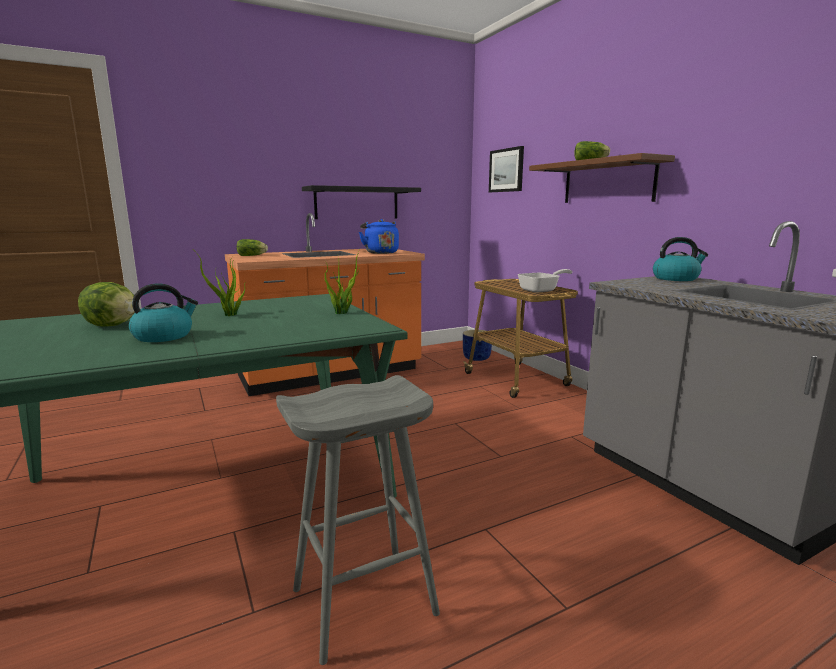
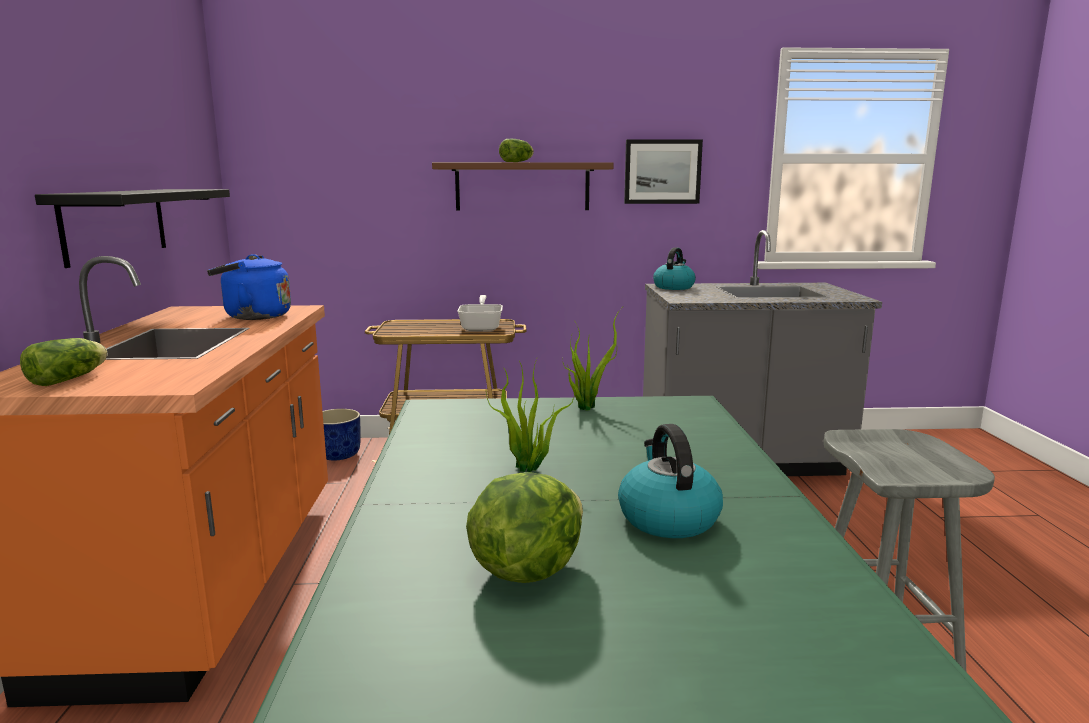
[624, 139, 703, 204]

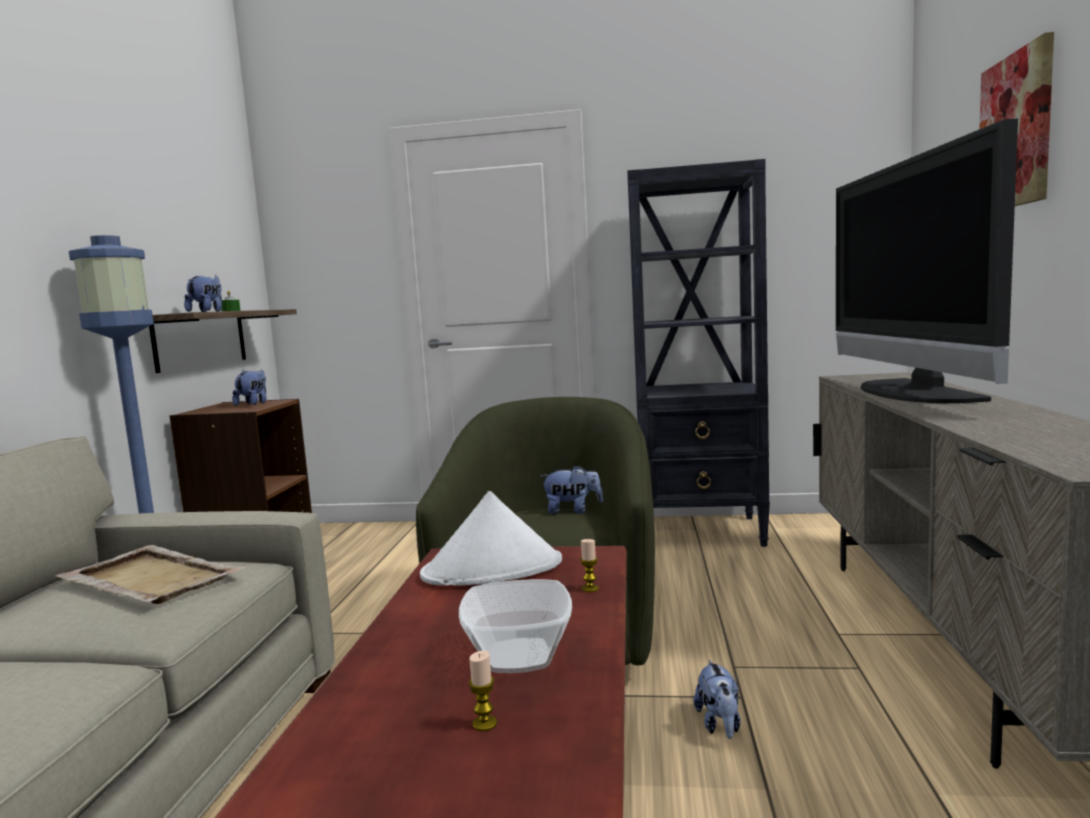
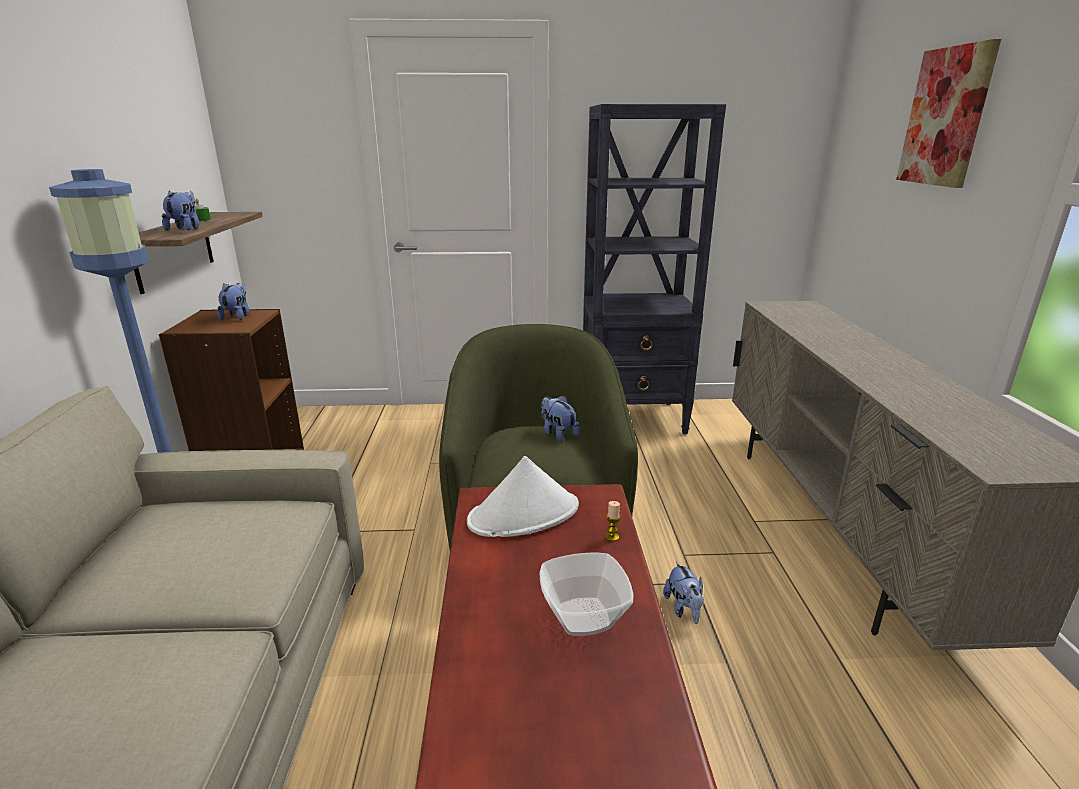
[55, 545, 246, 604] (first image)
[469, 651, 497, 731] (first image)
[836, 119, 1018, 403] (first image)
[541, 396, 580, 442]

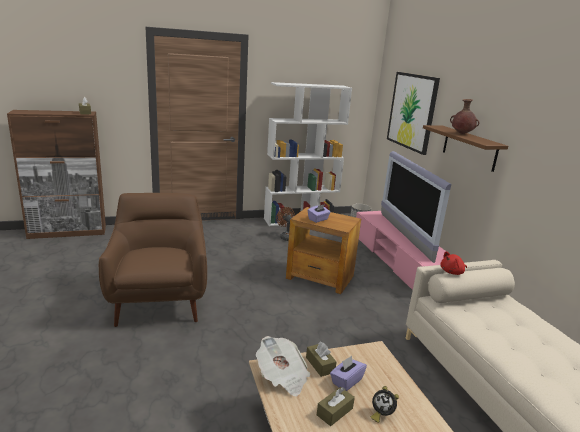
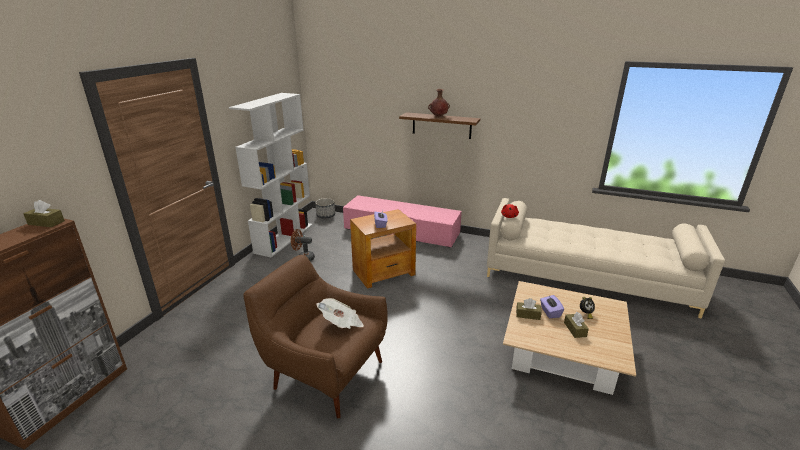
[381, 151, 451, 263] (first image)
[387, 72, 440, 155] (first image)
[317, 298, 364, 329]

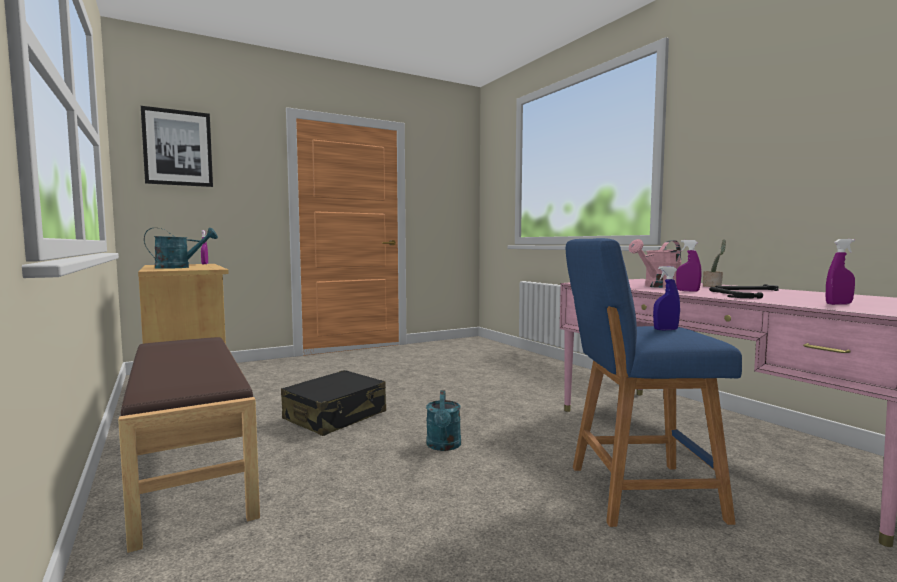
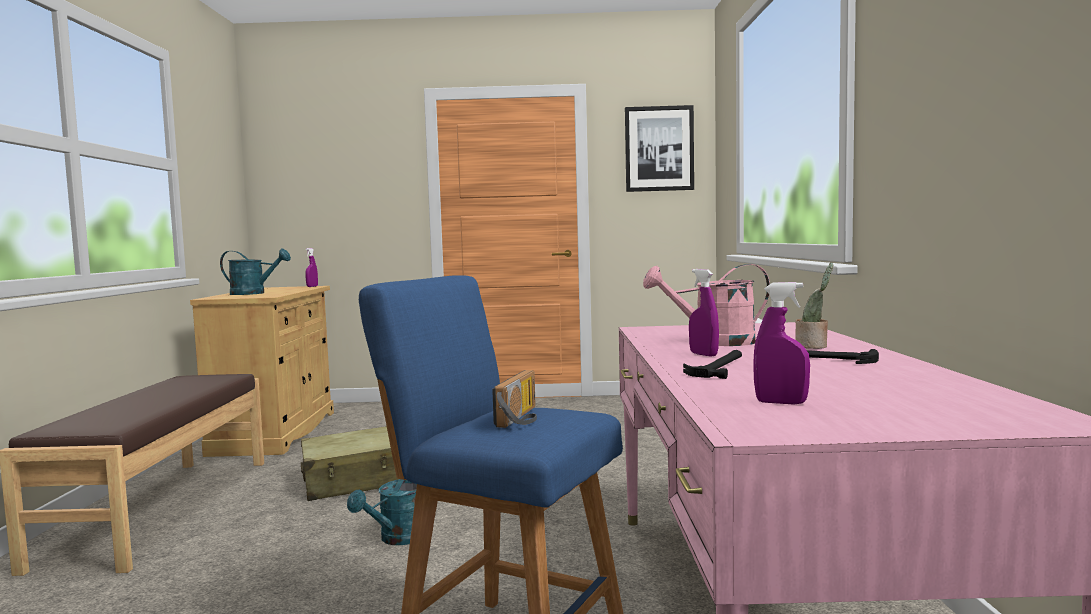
[625, 105, 694, 192]
[492, 370, 537, 428]
[301, 426, 398, 501]

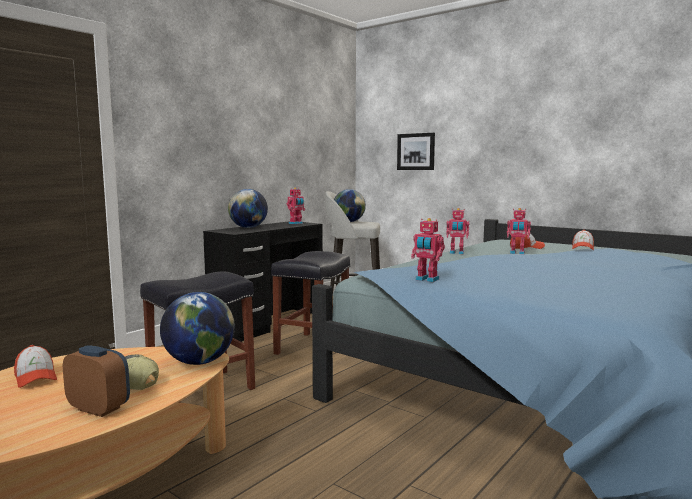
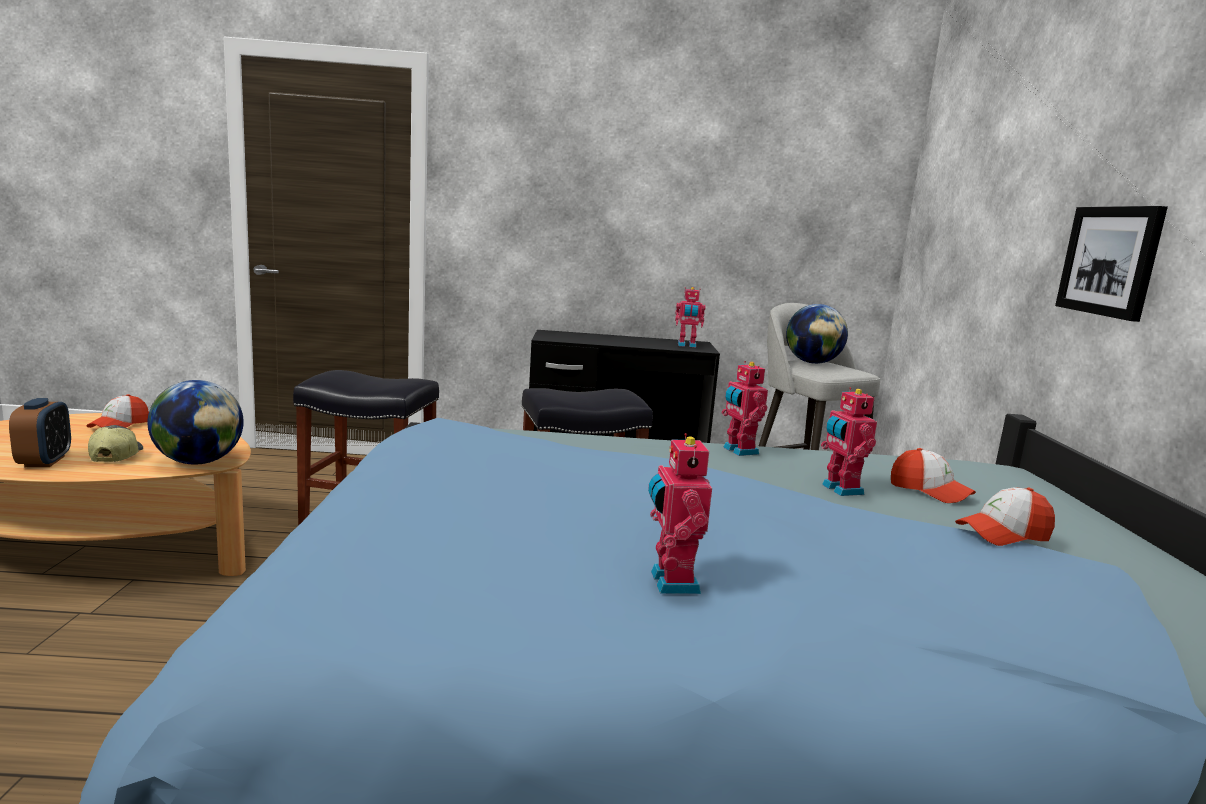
[228, 189, 268, 228] (first image)
[1055, 206, 1168, 322]
[648, 433, 712, 594]

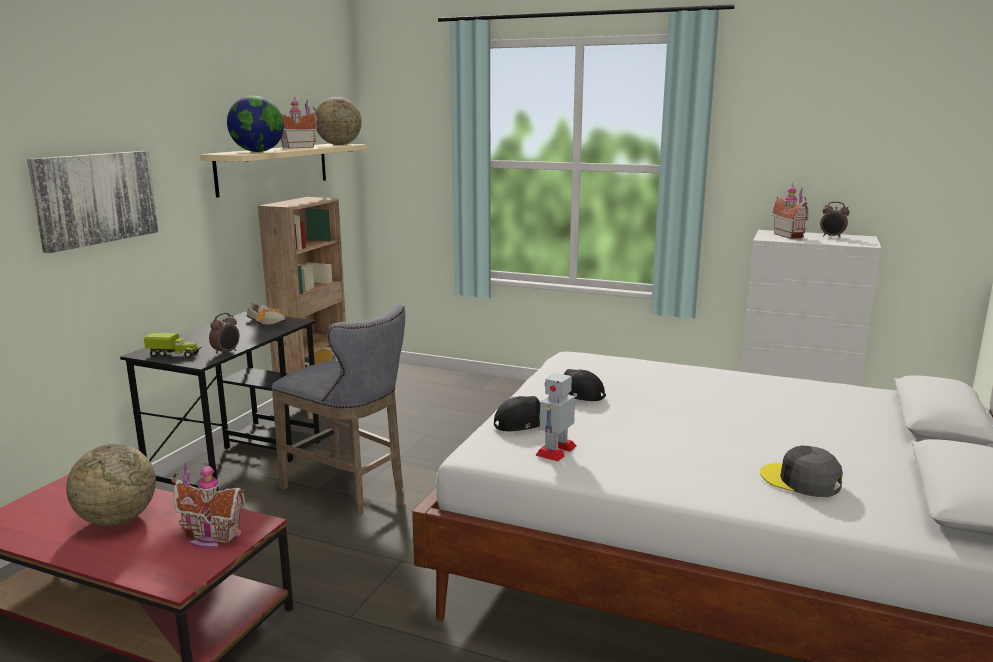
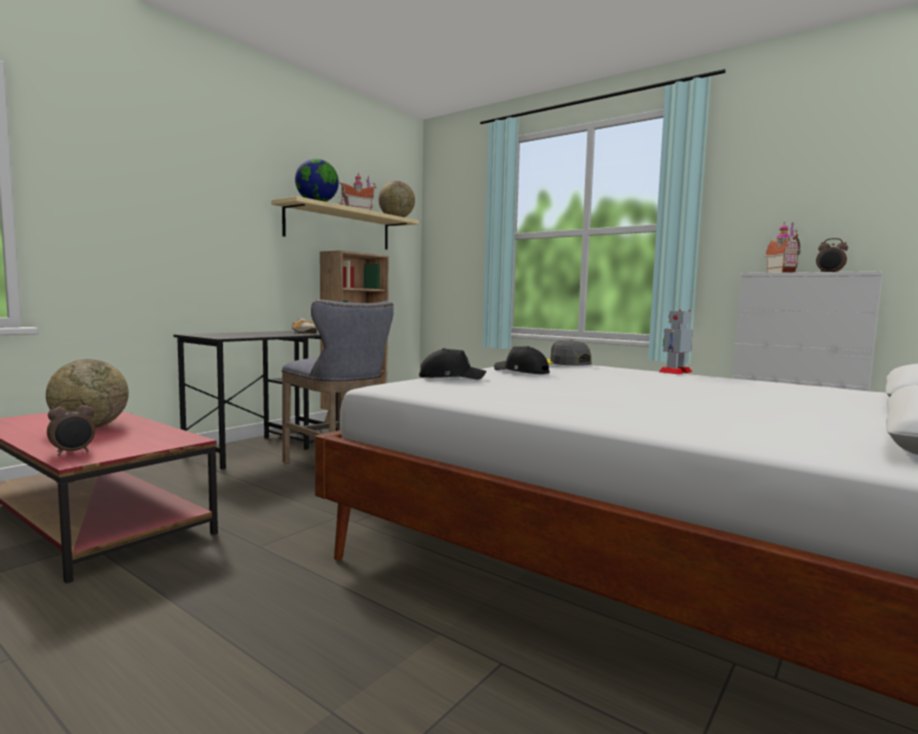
[27, 151, 159, 253] (first image)
[144, 333, 201, 358] (first image)
[171, 461, 246, 549] (first image)
[47, 399, 95, 455]
[659, 310, 693, 374]
[547, 340, 591, 366]

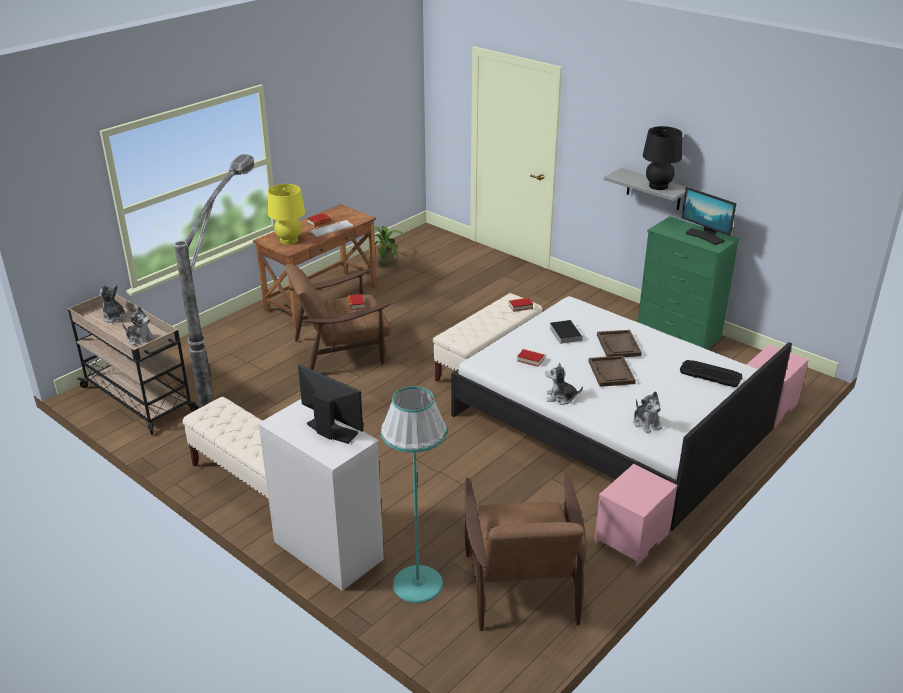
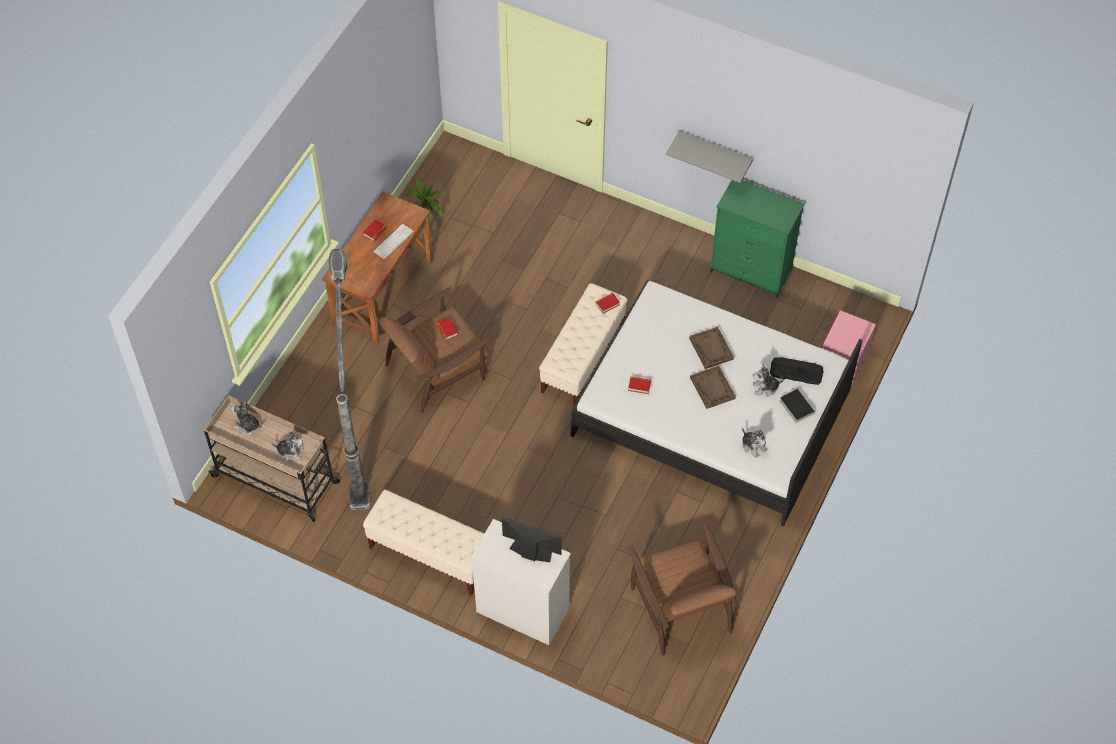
[268, 184, 305, 245] (first image)
[381, 386, 447, 603] (first image)
[595, 464, 677, 567] (first image)
[643, 126, 682, 190] (first image)
[682, 187, 737, 245] (first image)
[753, 364, 784, 397]
[780, 389, 815, 423]

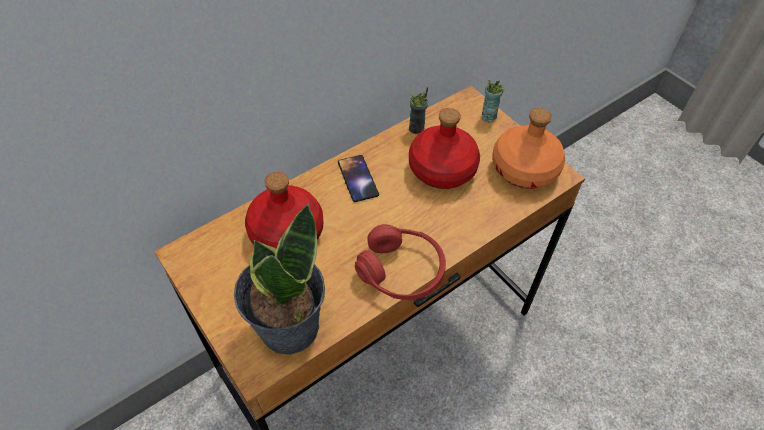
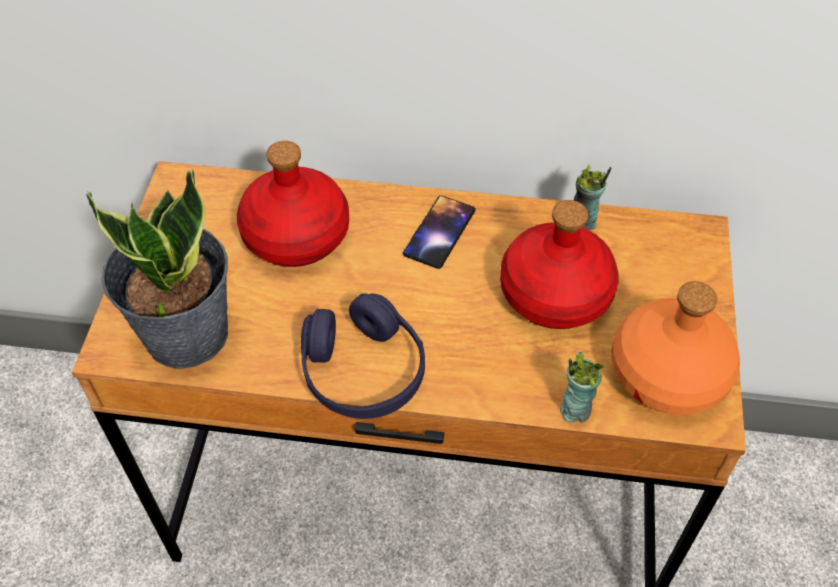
[560, 352, 604, 423]
[301, 293, 425, 419]

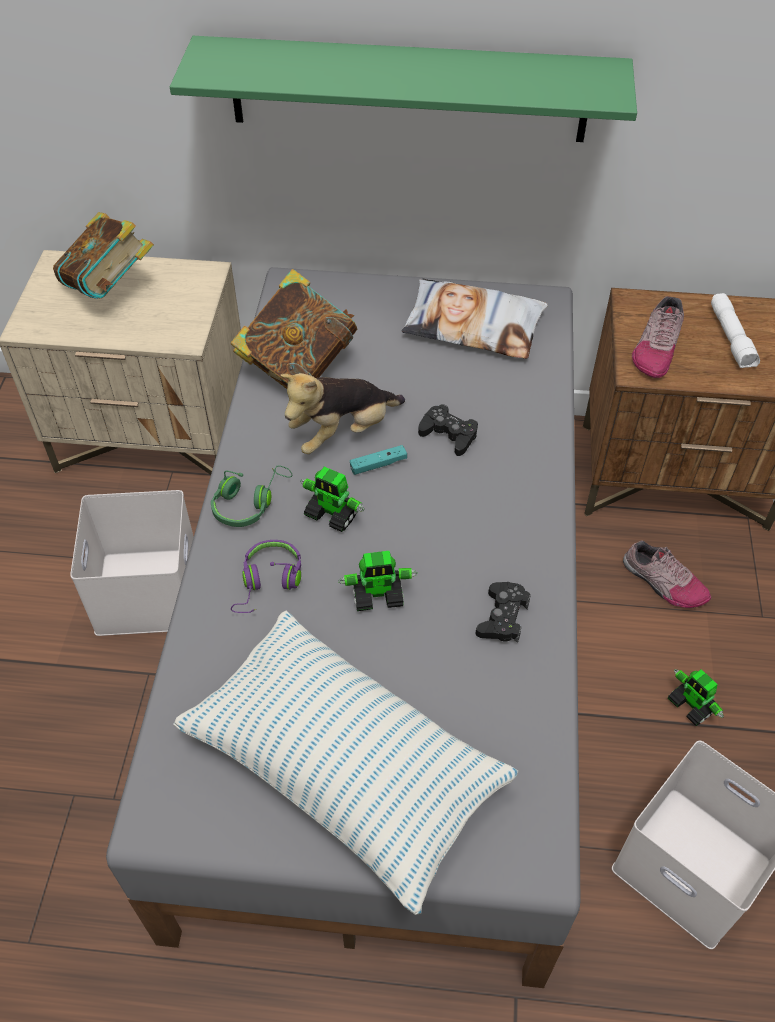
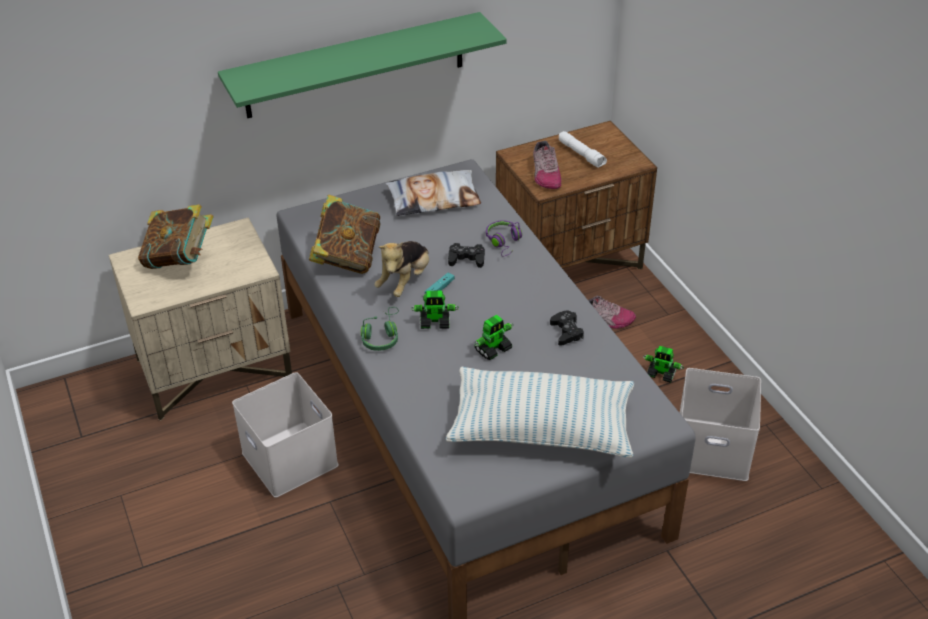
[486, 220, 522, 257]

